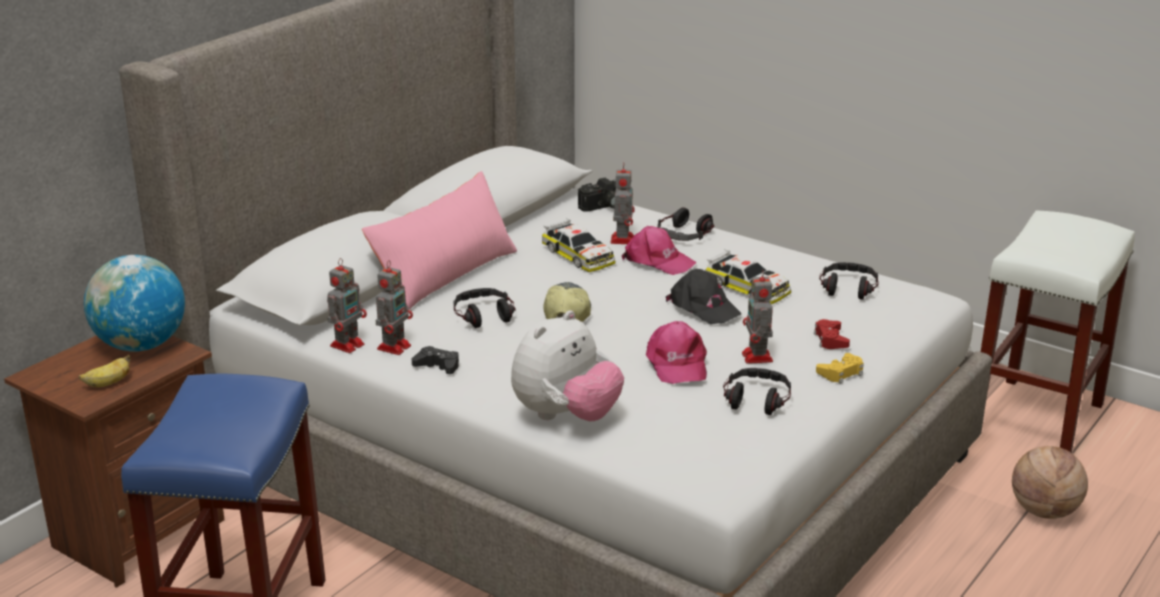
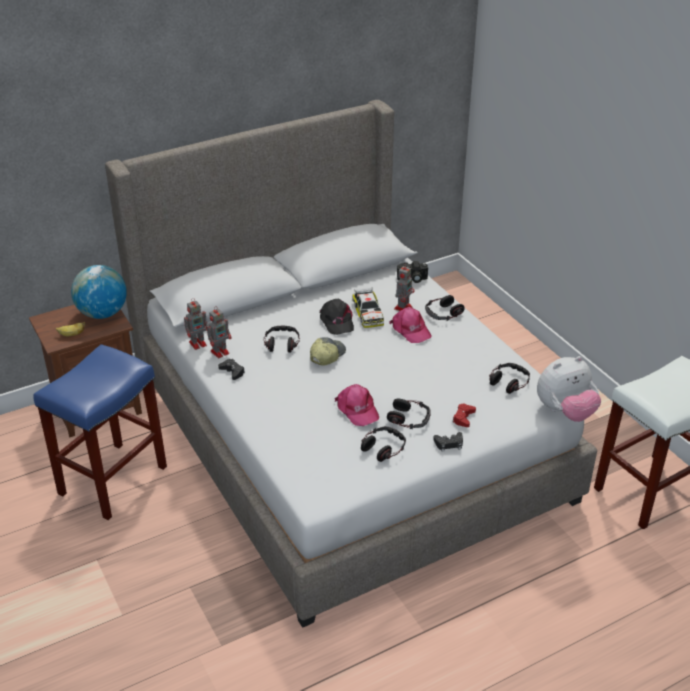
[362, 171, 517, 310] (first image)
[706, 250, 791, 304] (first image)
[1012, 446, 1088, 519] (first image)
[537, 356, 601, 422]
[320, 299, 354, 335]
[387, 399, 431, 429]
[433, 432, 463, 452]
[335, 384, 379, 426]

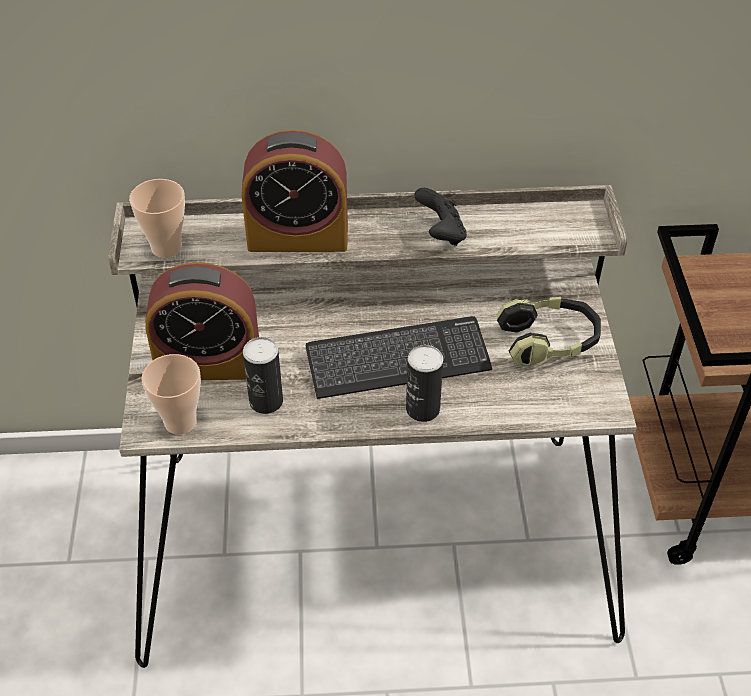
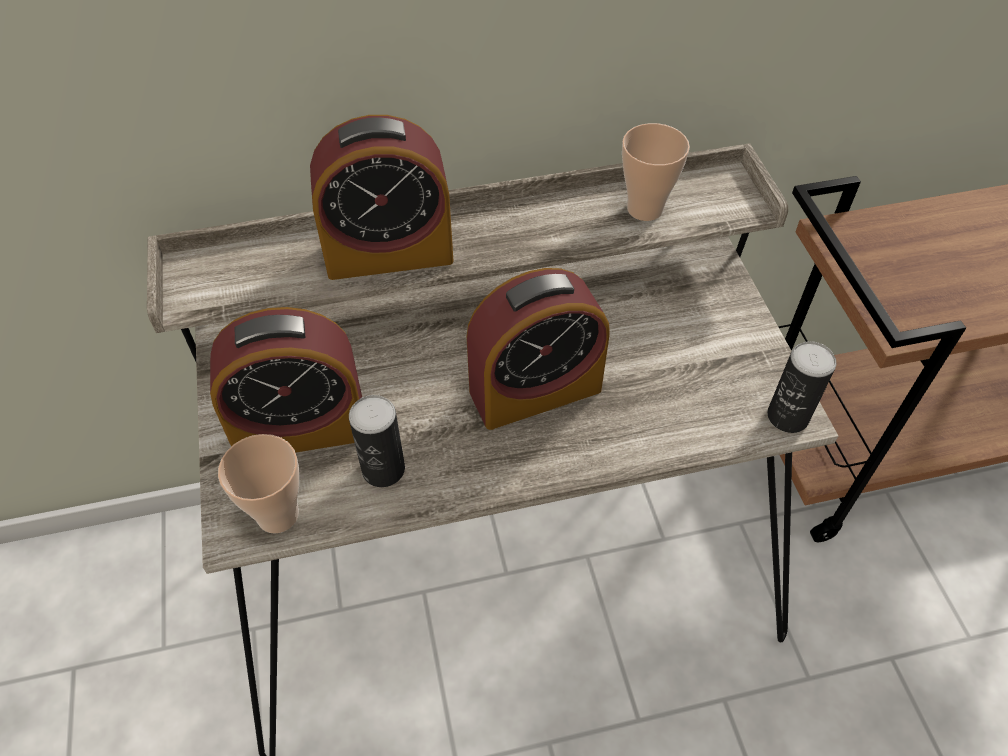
[414, 188, 467, 246] (first image)
[496, 297, 601, 367] (first image)
[622, 123, 690, 221]
[767, 341, 836, 433]
[467, 268, 610, 430]

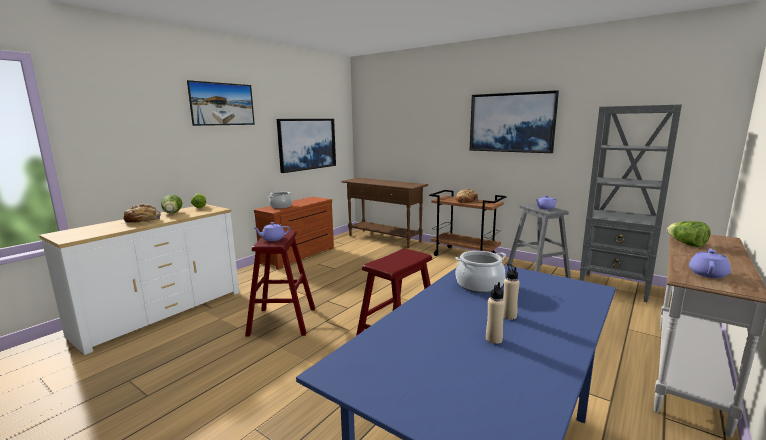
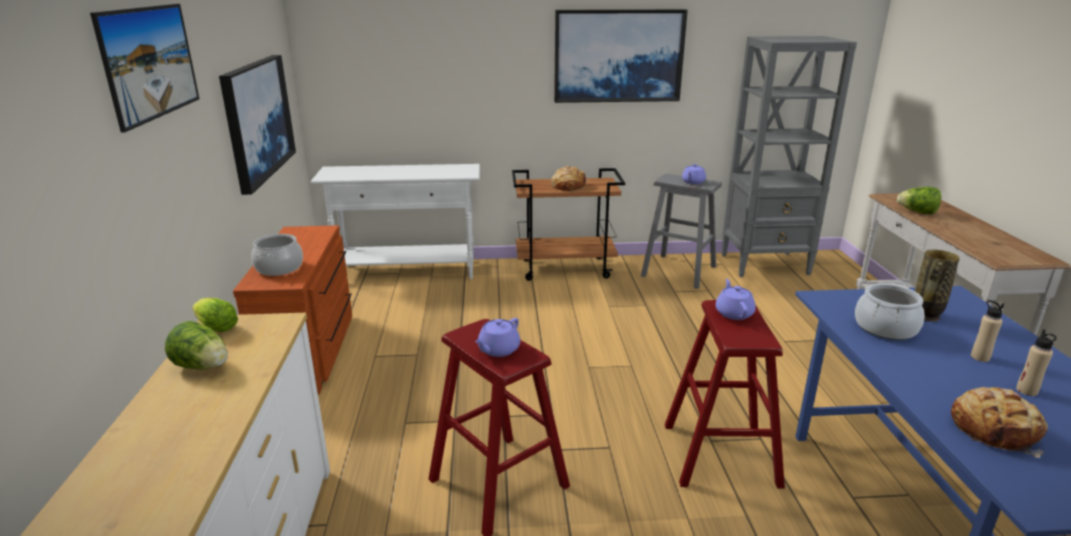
[915, 250, 960, 322]
[951, 387, 1048, 458]
[715, 279, 756, 320]
[310, 164, 480, 279]

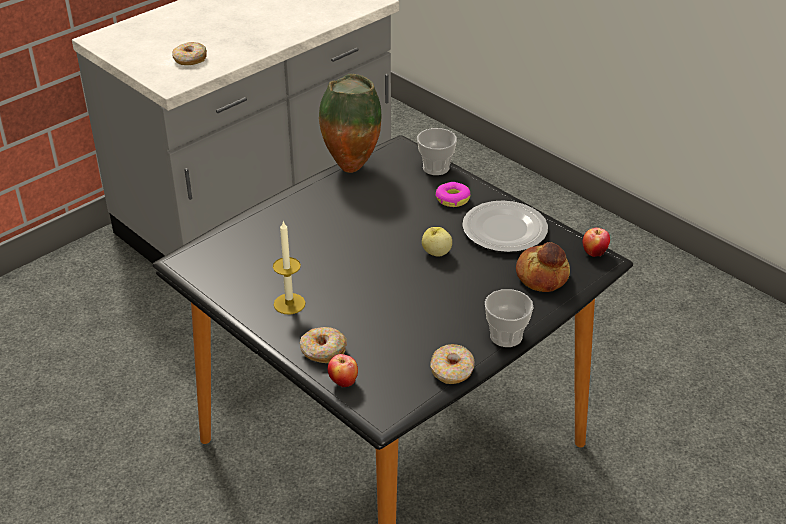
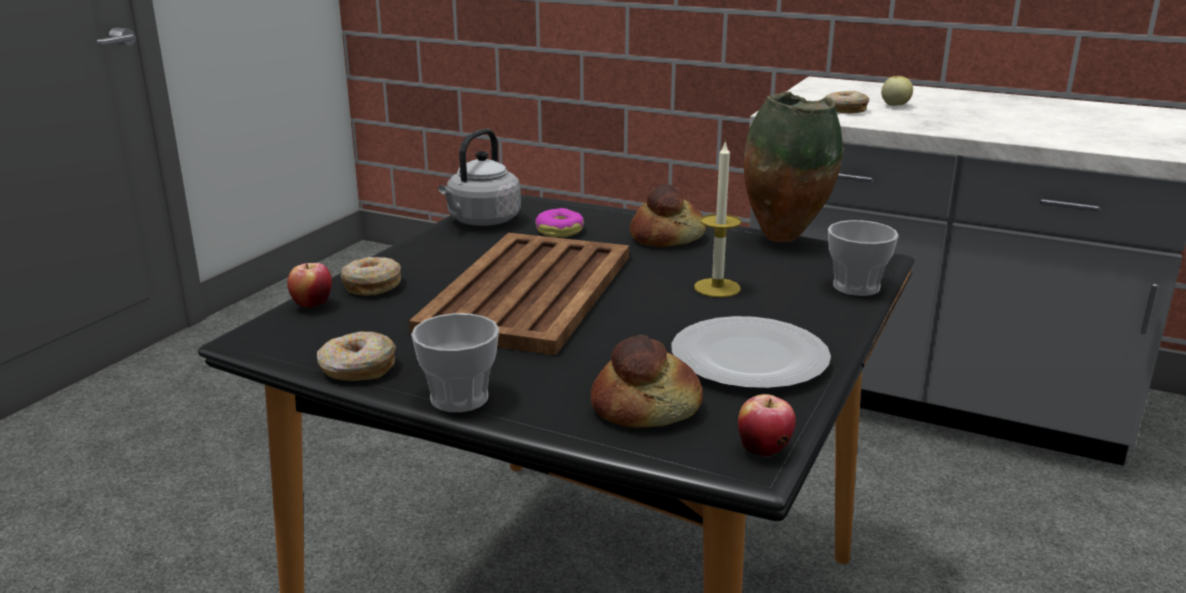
[409, 233, 629, 355]
[438, 128, 521, 226]
[630, 184, 706, 247]
[694, 140, 741, 297]
[881, 76, 913, 106]
[535, 208, 584, 237]

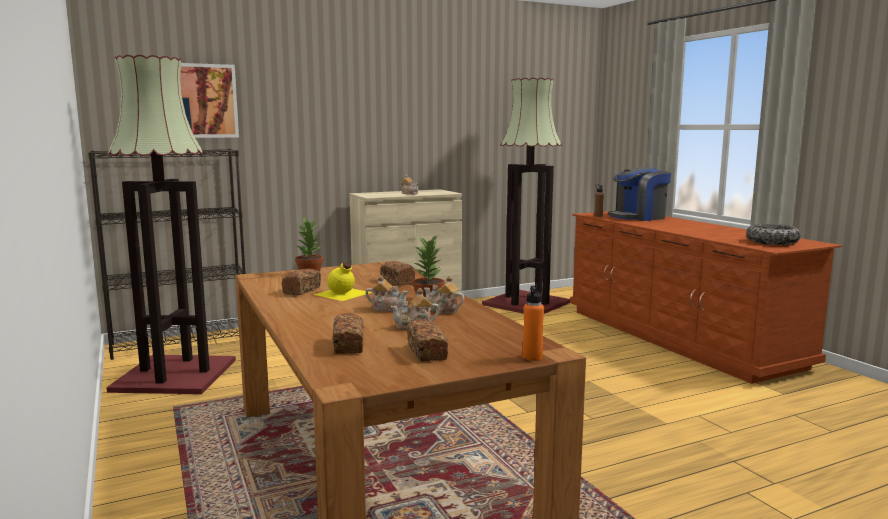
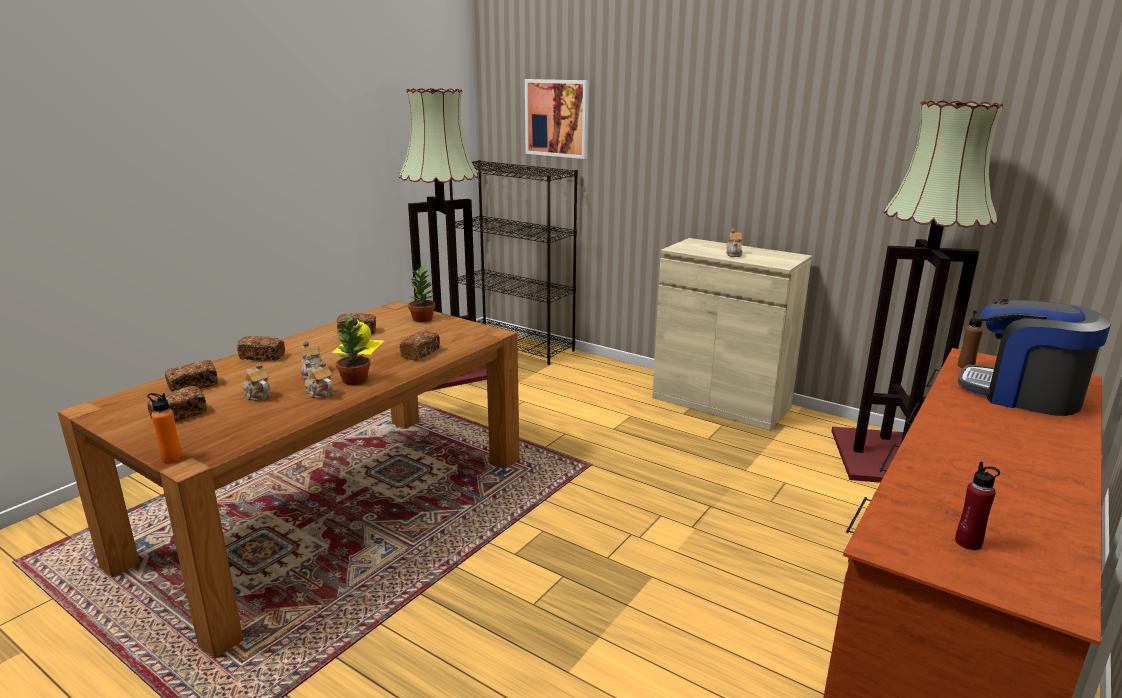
[237, 336, 285, 361]
[955, 462, 1000, 550]
[305, 361, 333, 399]

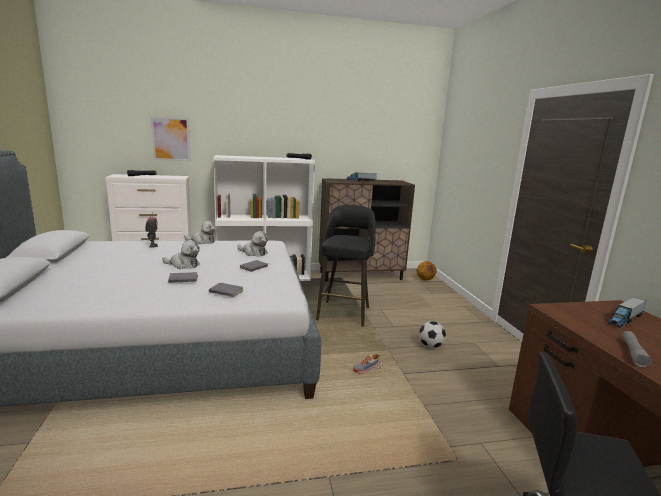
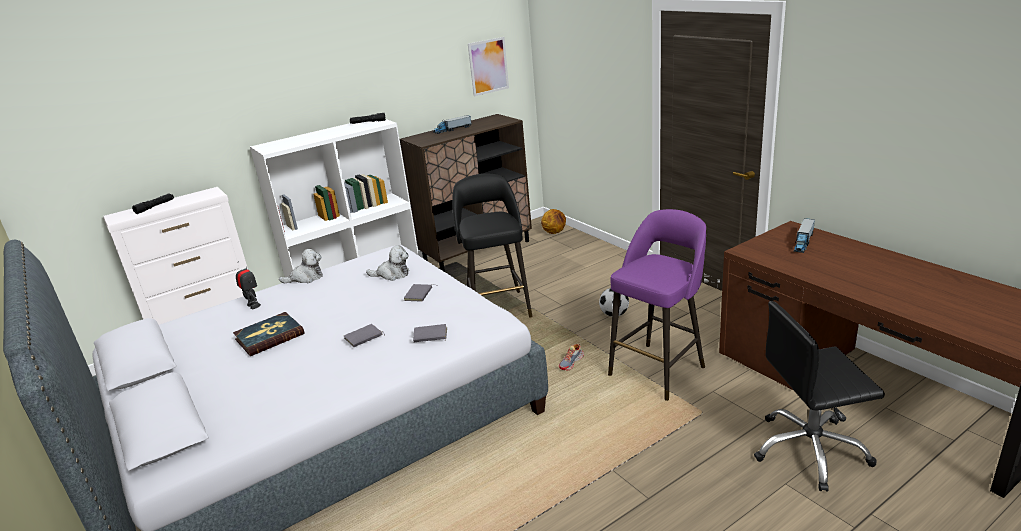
[162, 240, 200, 269] (first image)
[622, 331, 651, 368] (first image)
[233, 312, 305, 356]
[608, 209, 706, 401]
[468, 37, 509, 96]

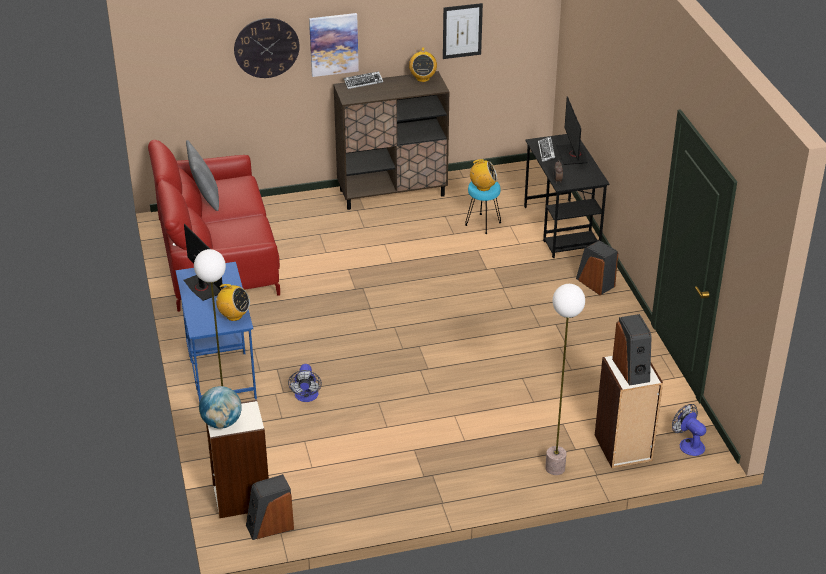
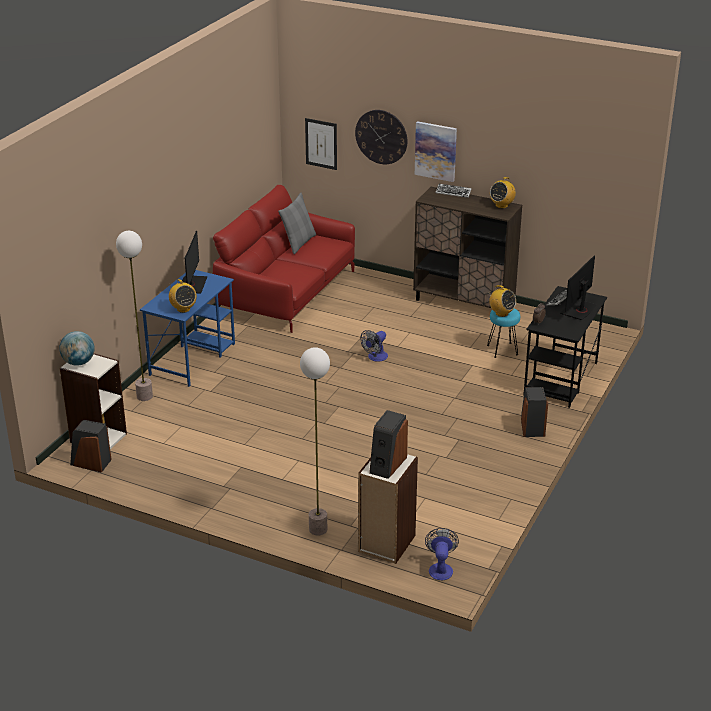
[360, 330, 388, 362]
[305, 118, 337, 170]

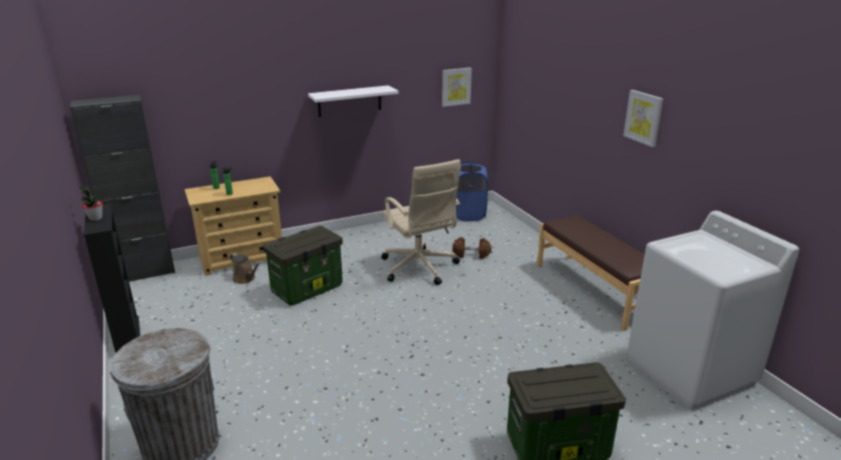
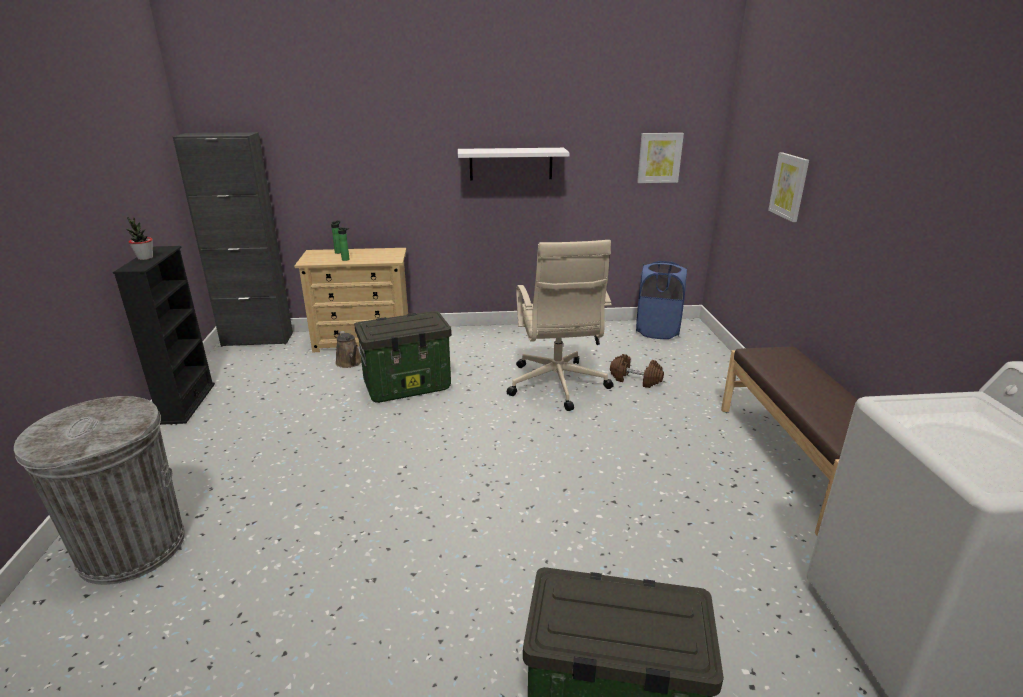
[768, 152, 809, 222]

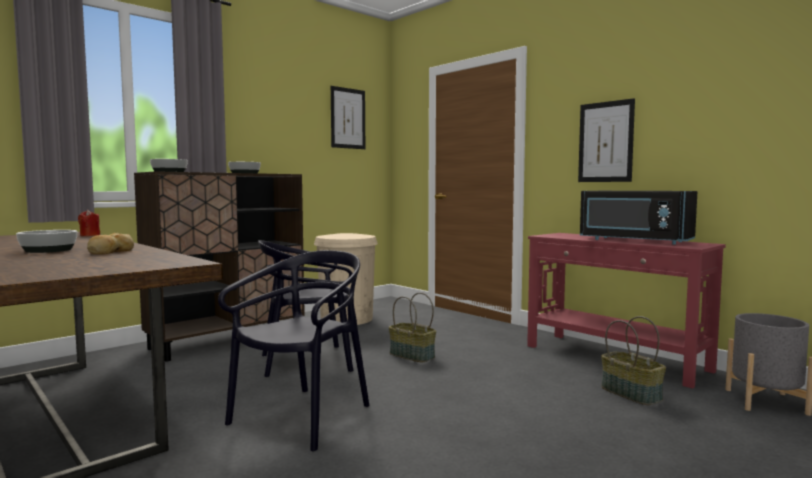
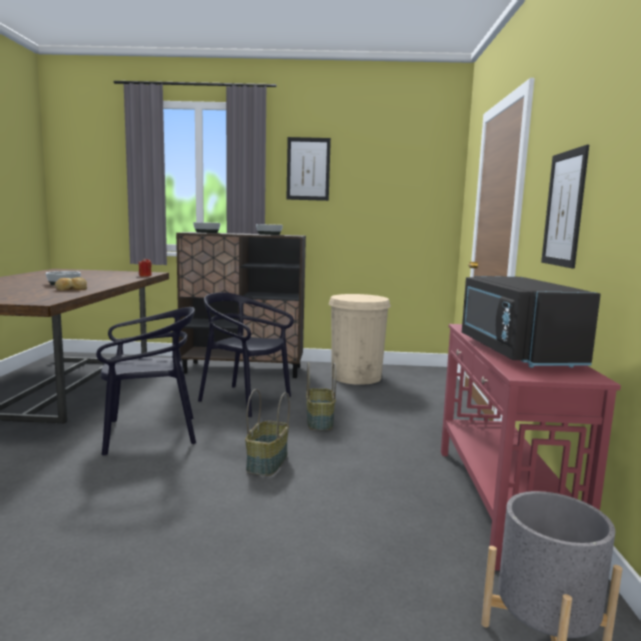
[287, 137, 331, 201]
[245, 389, 290, 476]

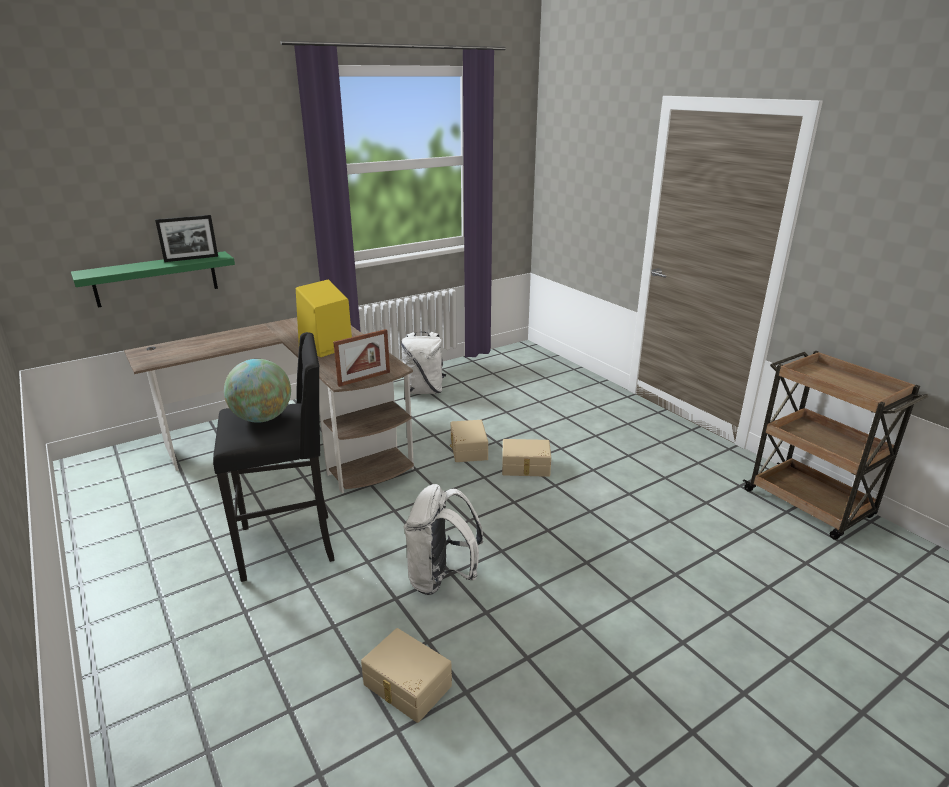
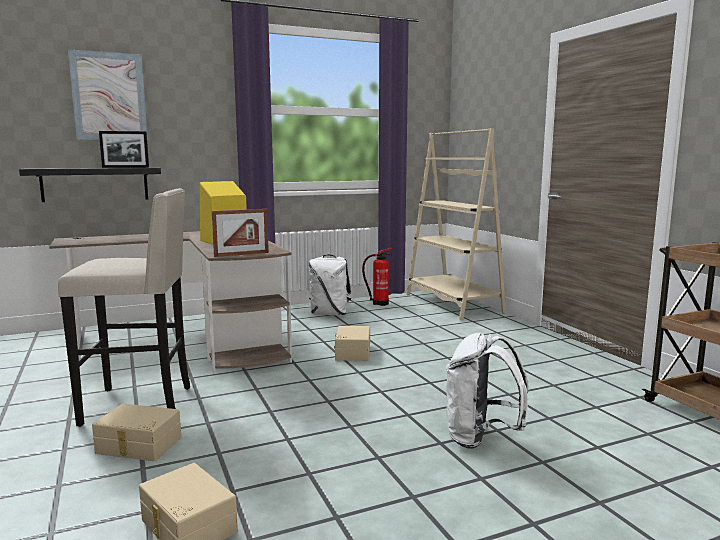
[224, 359, 291, 423] (first image)
[68, 49, 148, 140]
[362, 248, 392, 306]
[406, 128, 506, 320]
[446, 333, 528, 449]
[92, 404, 181, 461]
[19, 168, 161, 202]
[58, 188, 190, 427]

